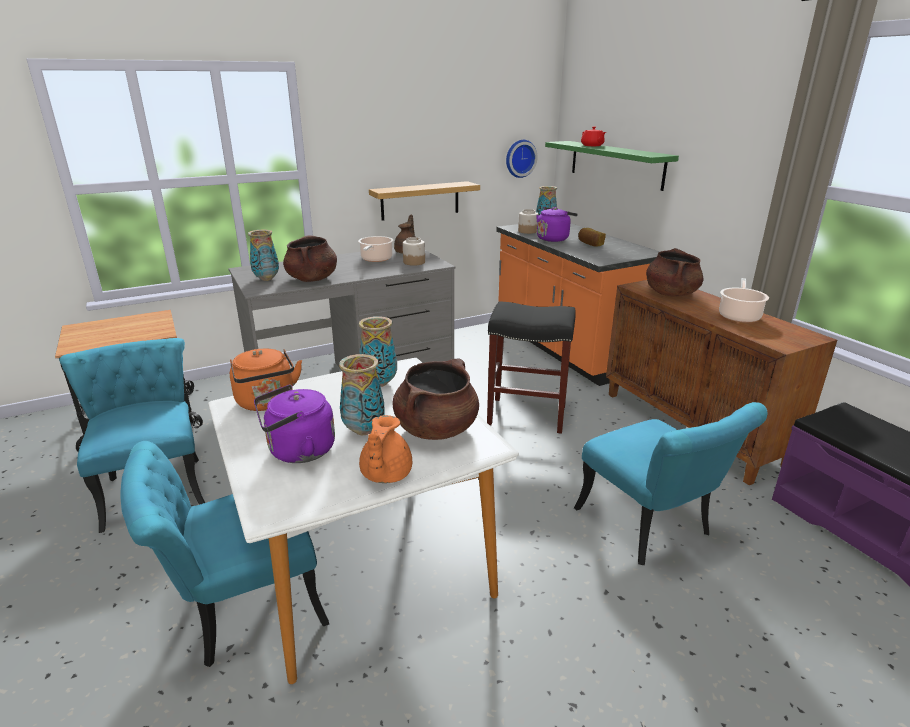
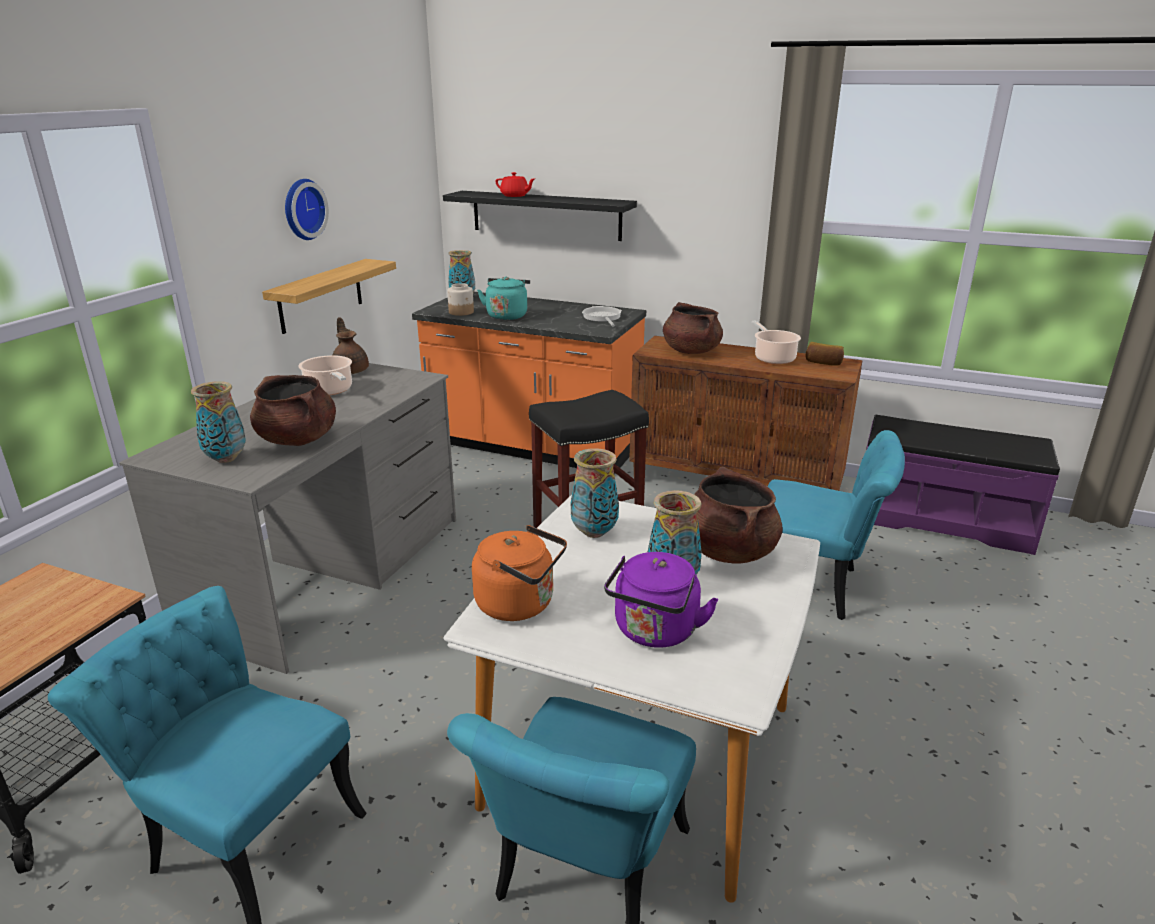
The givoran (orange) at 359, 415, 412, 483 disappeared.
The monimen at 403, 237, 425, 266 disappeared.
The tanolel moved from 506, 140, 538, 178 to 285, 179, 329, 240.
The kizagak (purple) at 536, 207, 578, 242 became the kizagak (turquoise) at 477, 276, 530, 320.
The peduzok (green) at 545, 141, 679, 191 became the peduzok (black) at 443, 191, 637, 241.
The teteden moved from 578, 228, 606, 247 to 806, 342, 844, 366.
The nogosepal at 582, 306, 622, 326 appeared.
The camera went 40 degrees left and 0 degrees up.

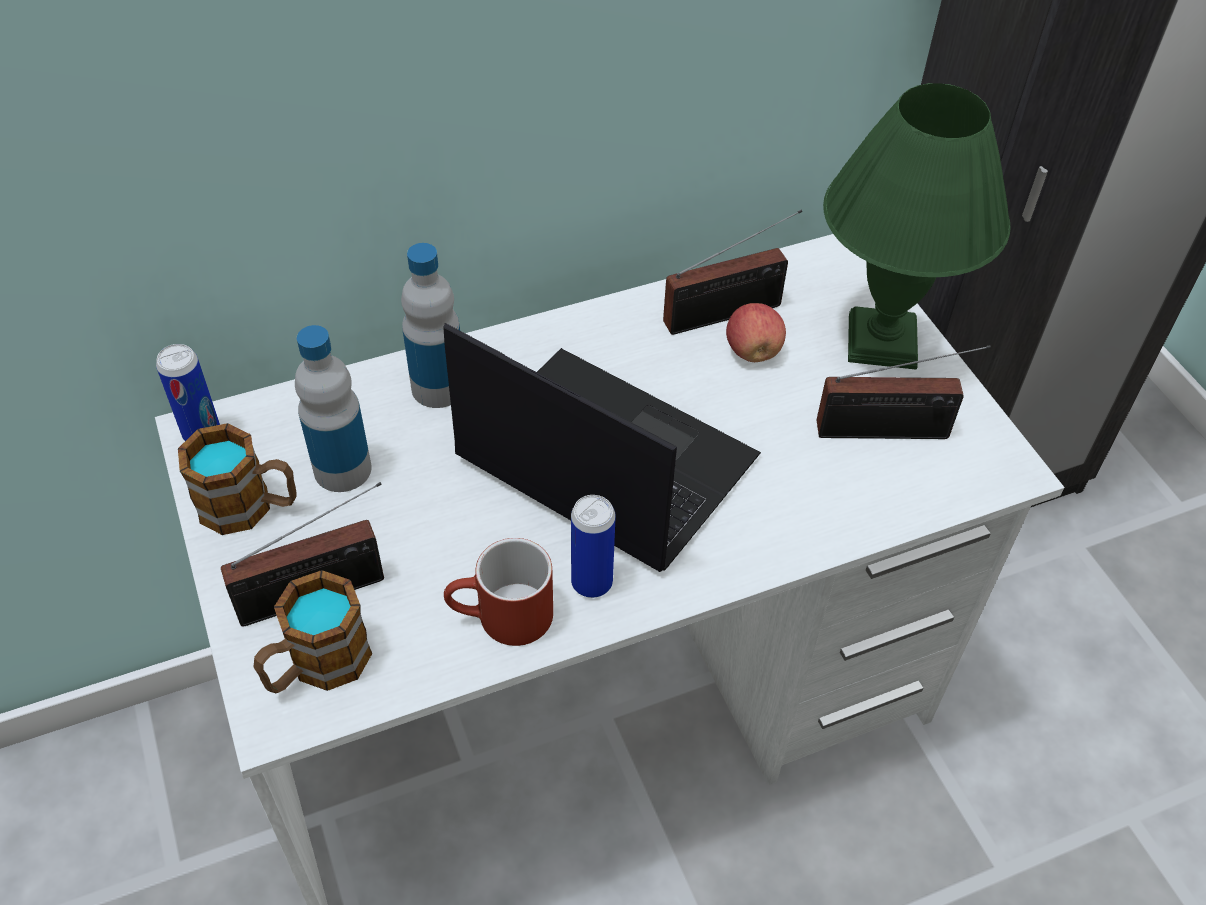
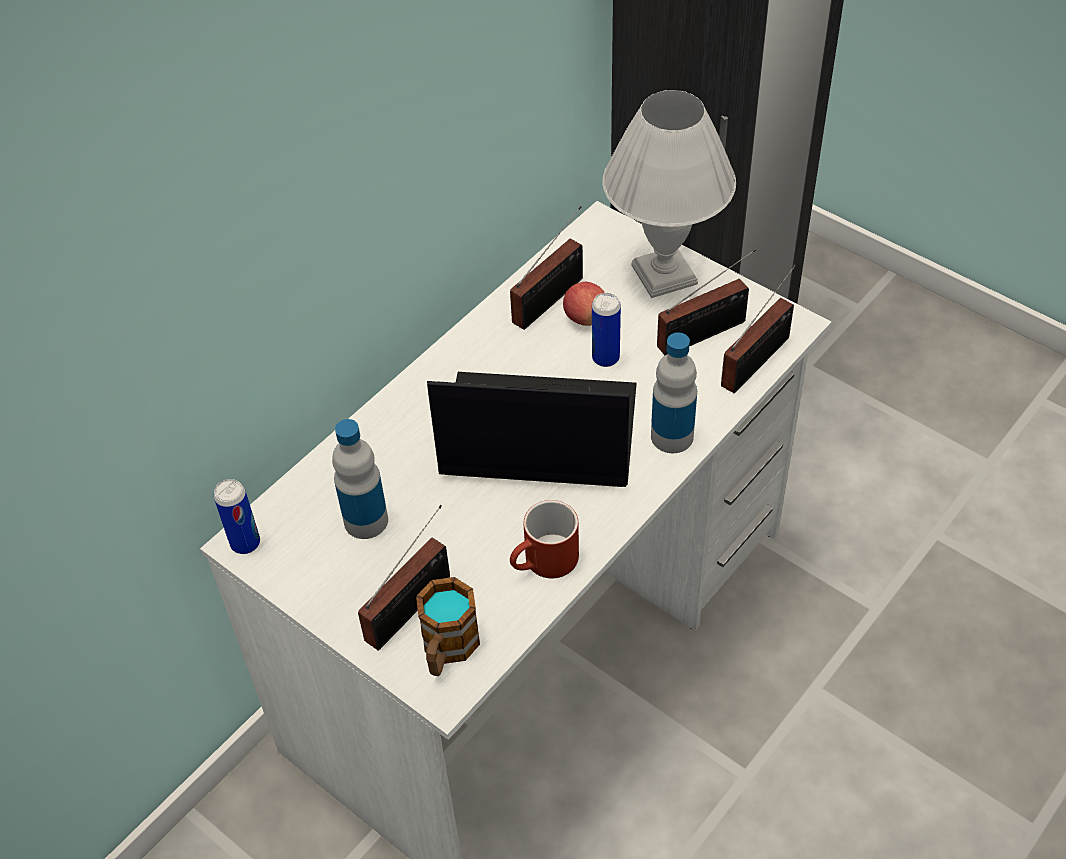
The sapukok at 178, 423, 297, 535 disappeared.
The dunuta moved from 401, 243, 460, 408 to 651, 332, 697, 453.
The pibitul moved from 571, 495, 616, 598 to 592, 293, 621, 367.
The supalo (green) at 823, 83, 1011, 370 became the supalo (white) at 602, 90, 736, 298.
The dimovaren at 721, 265, 796, 393 appeared.
The camera went 25 degrees left and 0 degrees up.

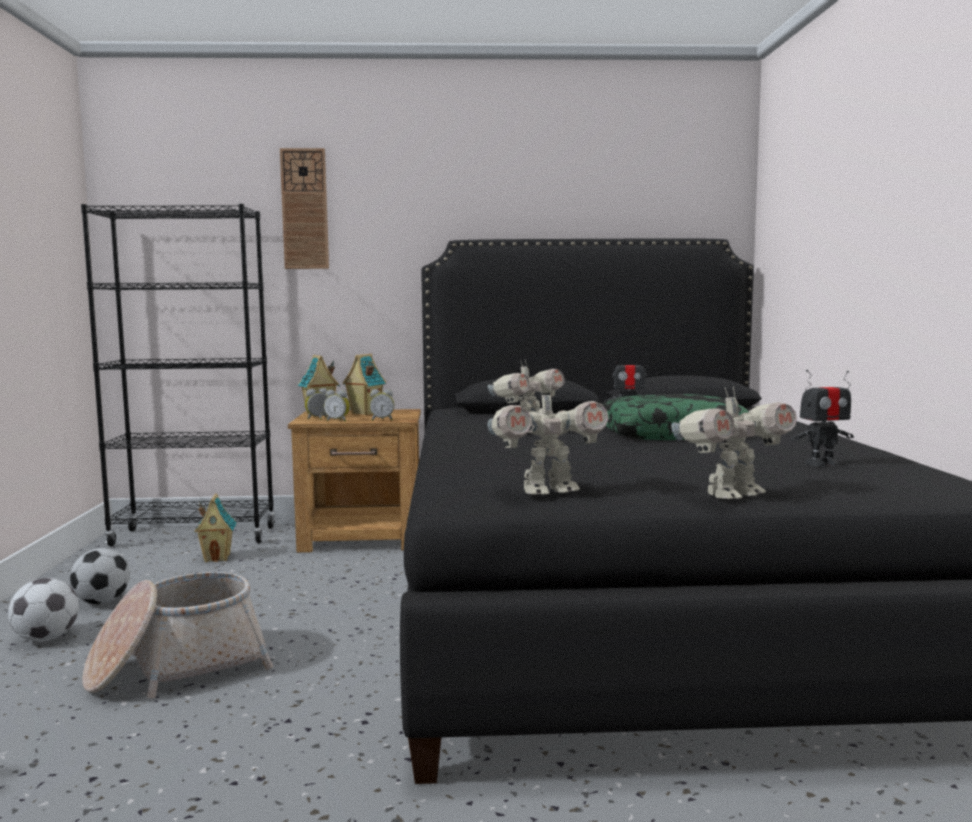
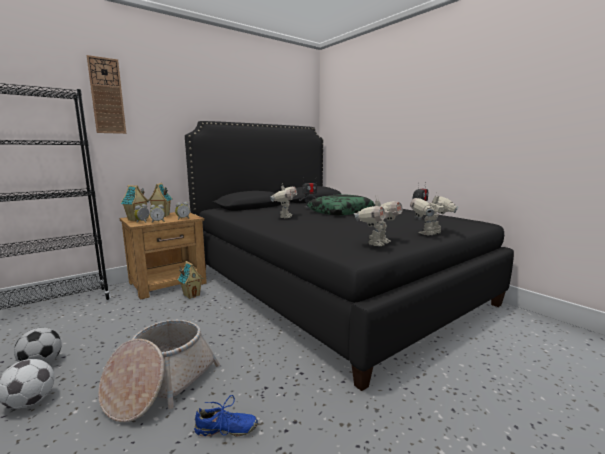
The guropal moved from 194, 493, 237, 562 to 178, 261, 204, 299.
The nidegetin at 671, 386, 797, 499 turned 150 degrees counterclockwise.
The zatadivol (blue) at 194, 395, 258, 437 appeared.
The camera went 35 degrees left and 5 degrees up.

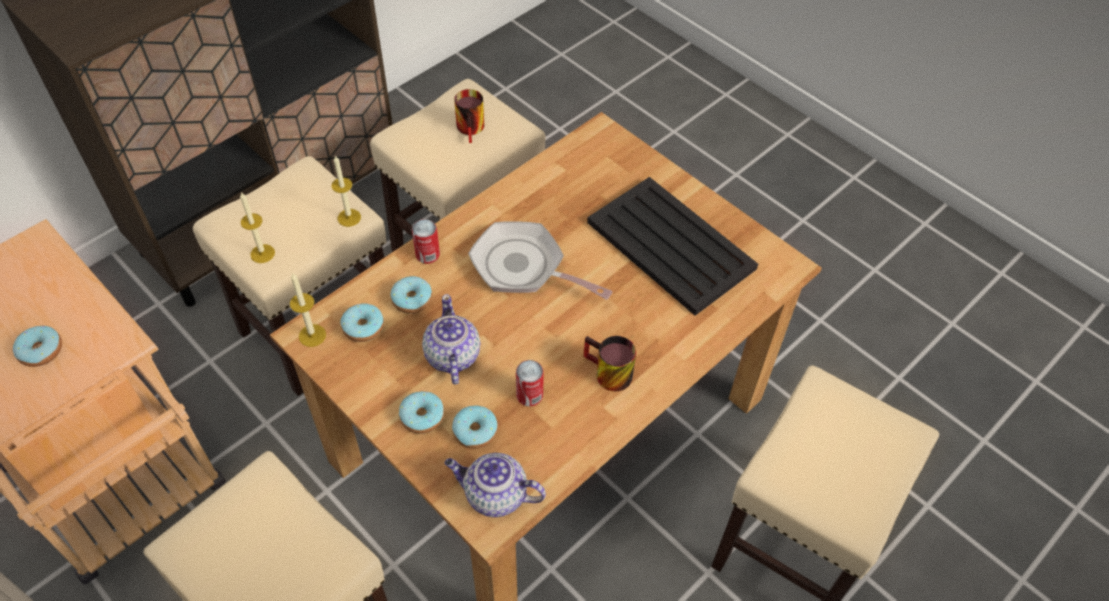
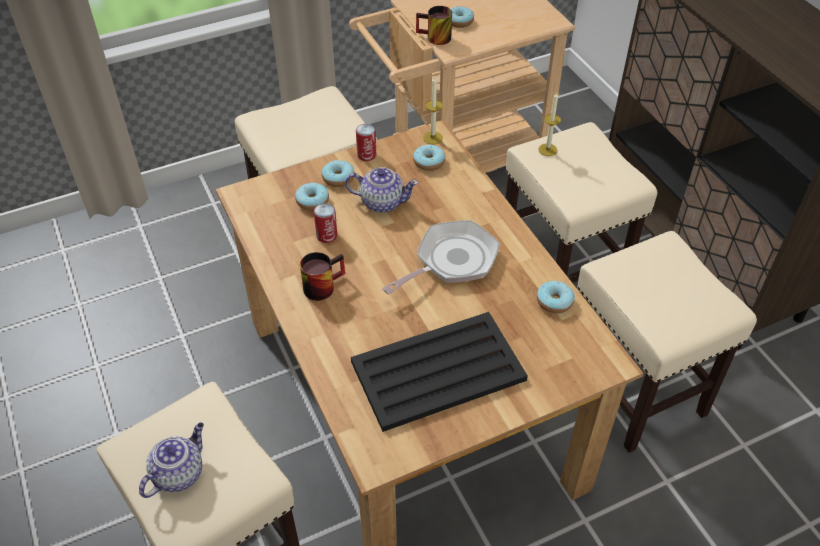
The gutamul at 332, 156, 361, 227 disappeared.
The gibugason moved from 390, 276, 432, 314 to 537, 281, 575, 313.
The pibitul moved from 412, 219, 440, 264 to 356, 124, 376, 161.
The givoran moved from 445, 453, 546, 517 to 139, 422, 204, 498.
The sapukok moved from 454, 89, 484, 143 to 416, 6, 452, 45.
The camera went 110 degrees right and 5 degrees down.

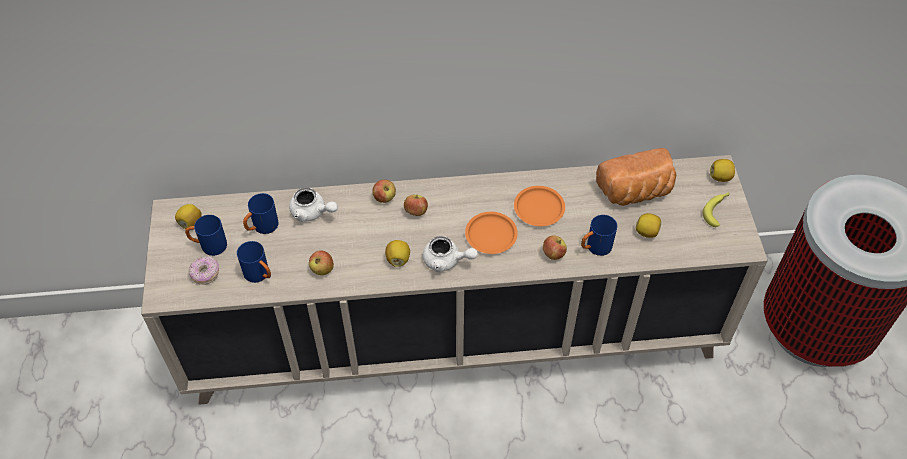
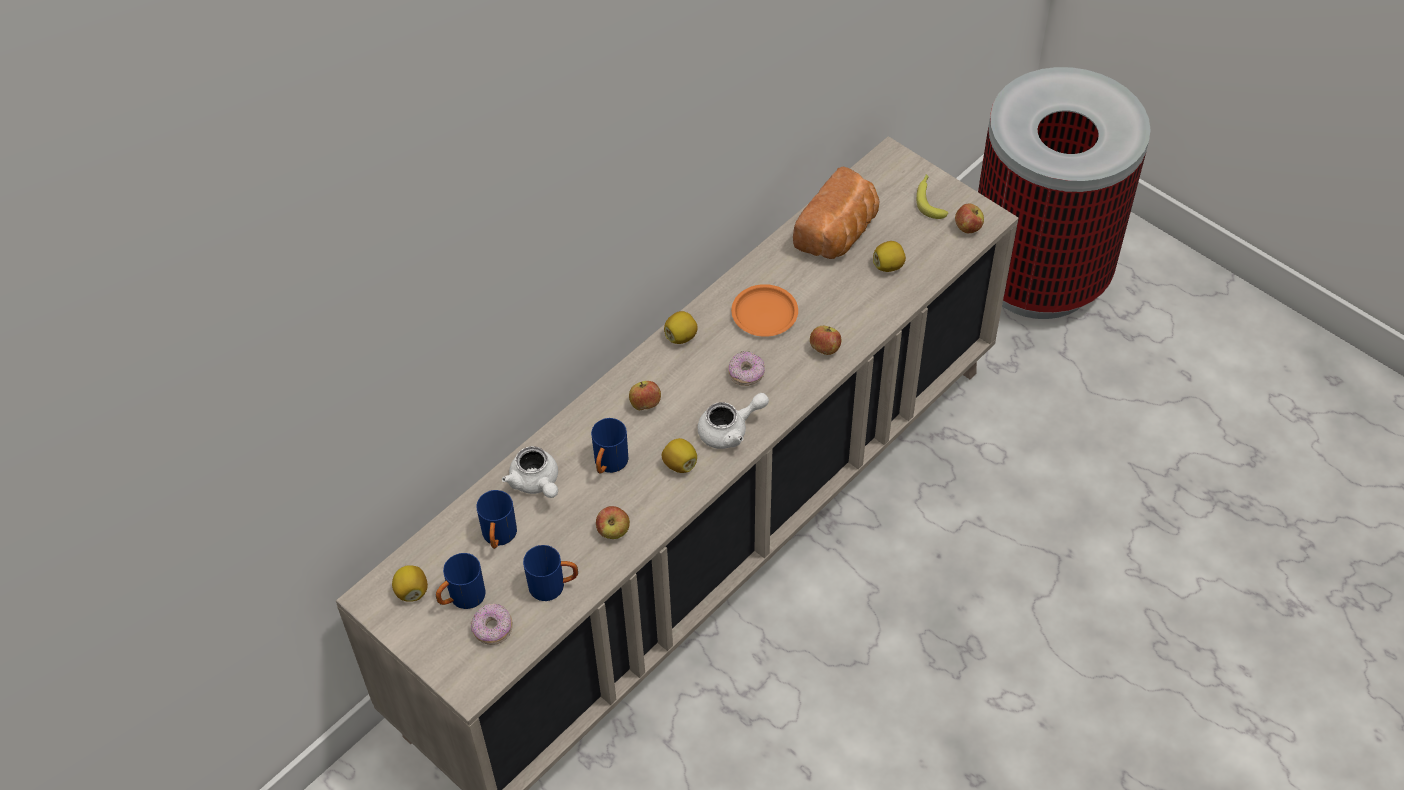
The givoran (white) at 289, 187, 338, 222 turned 75 degrees clockwise.
The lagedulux moved from 372, 180, 396, 203 to 955, 203, 984, 233.
The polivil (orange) at 465, 212, 518, 254 was replaced by the gibugason at 728, 351, 765, 386.
The sapukok (blue) moved from 581, 215, 617, 256 to 591, 418, 629, 474.
The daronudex moved from 710, 159, 735, 182 to 664, 311, 698, 344.
The camera went 40 degrees left and 0 degrees up.

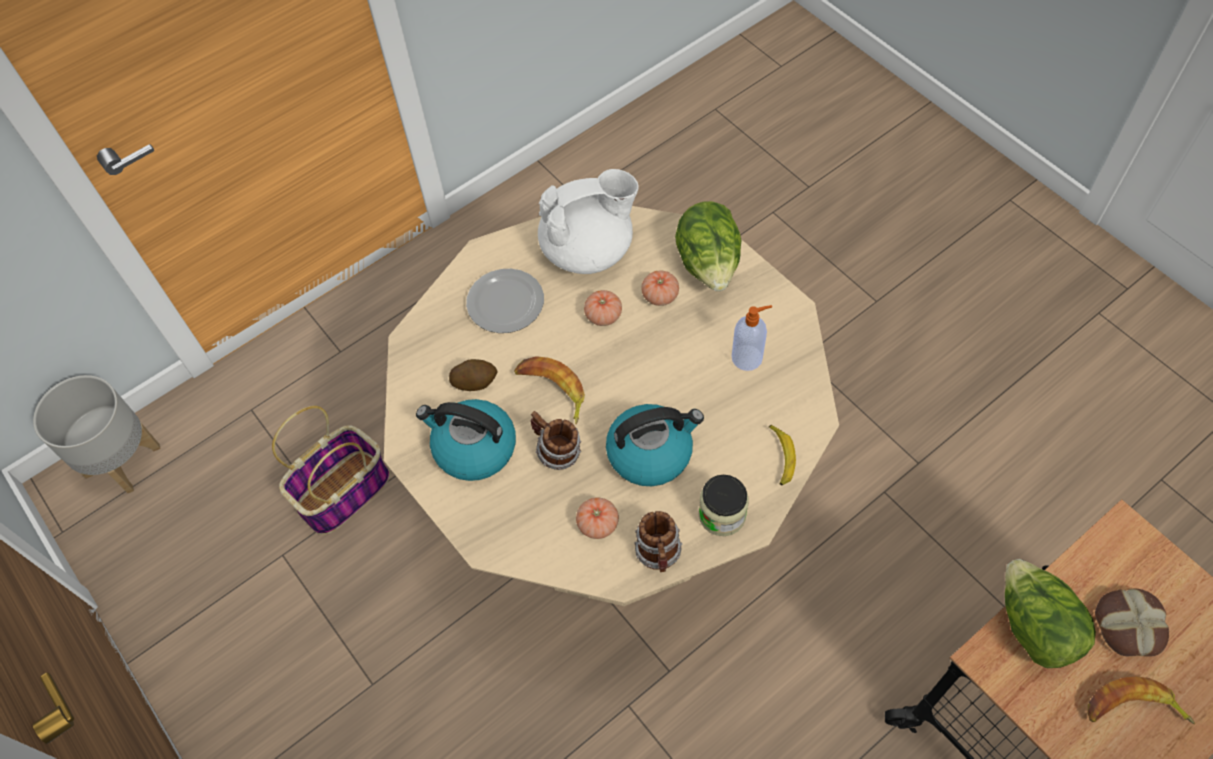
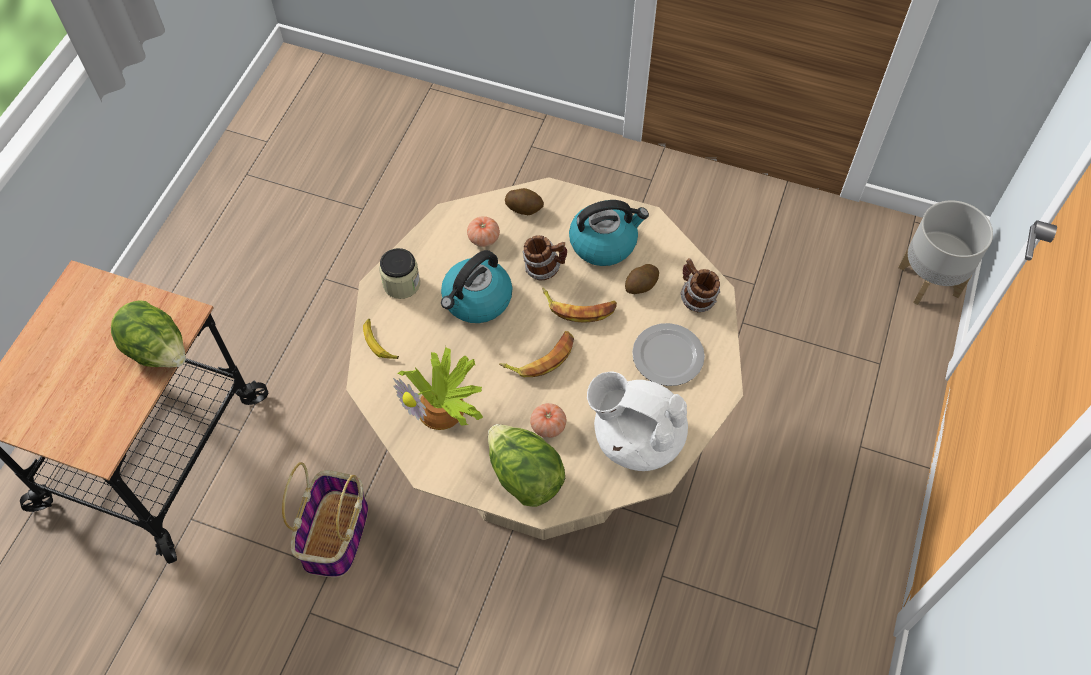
The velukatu moved from 272, 406, 390, 535 to 282, 462, 368, 578.
The givoran (white) at 538, 169, 639, 274 turned 75 degrees clockwise.
The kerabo at 584, 290, 622, 326 disappeared.
The sapukok moved from 634, 511, 682, 572 to 680, 258, 720, 312.
The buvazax at 732, 305, 772, 371 was replaced by the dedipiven at 393, 346, 483, 430.
The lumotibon moved from 1088, 676, 1195, 724 to 499, 331, 574, 377.
The teteden at 1095, 588, 1169, 657 disappeared.
The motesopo at 505, 188, 544, 215 appeared.
The camera went 145 degrees right and 0 degrees up.

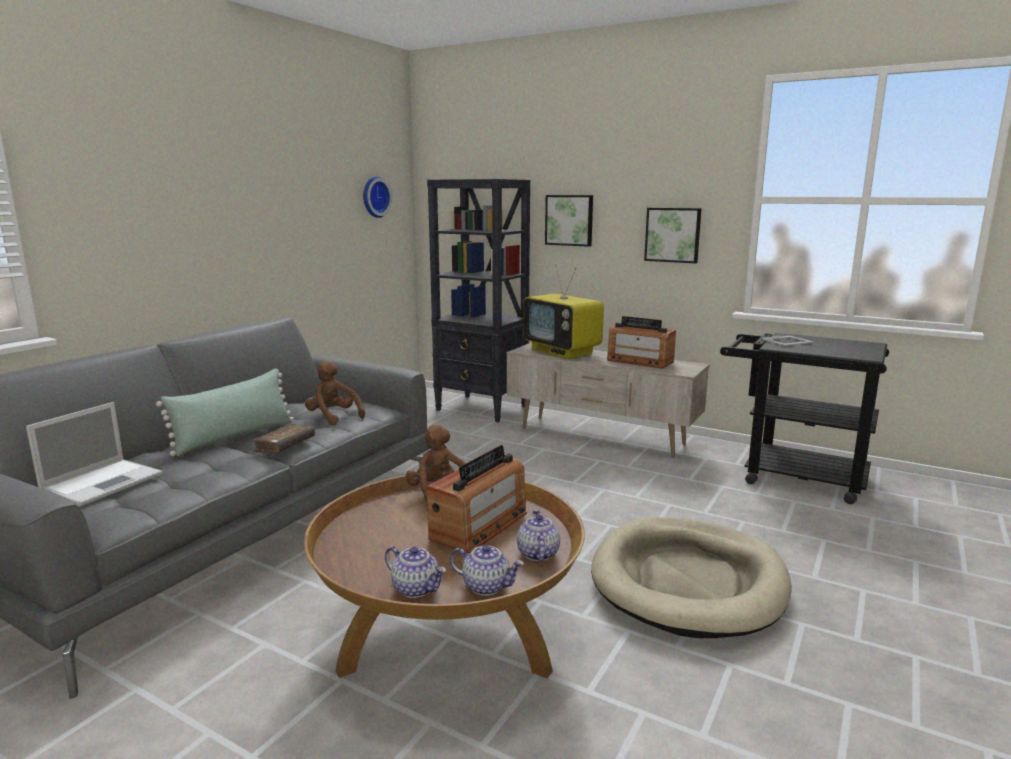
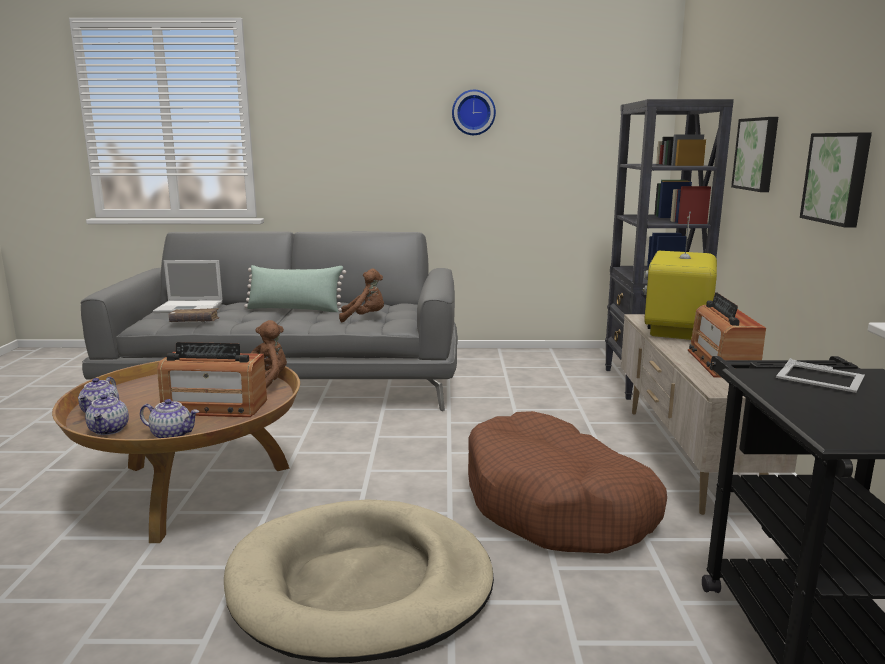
The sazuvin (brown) moved from 251, 423, 315, 453 to 169, 308, 220, 322.
The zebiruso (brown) at 305, 361, 365, 425 turned 75 degrees clockwise.
The tanolel moved from 363, 176, 392, 218 to 452, 90, 496, 135.
The givoran at 517, 510, 560, 561 turned 45 degrees clockwise.
The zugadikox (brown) at 468, 411, 667, 554 appeared.
The camera went 60 degrees right and 0 degrees up.

